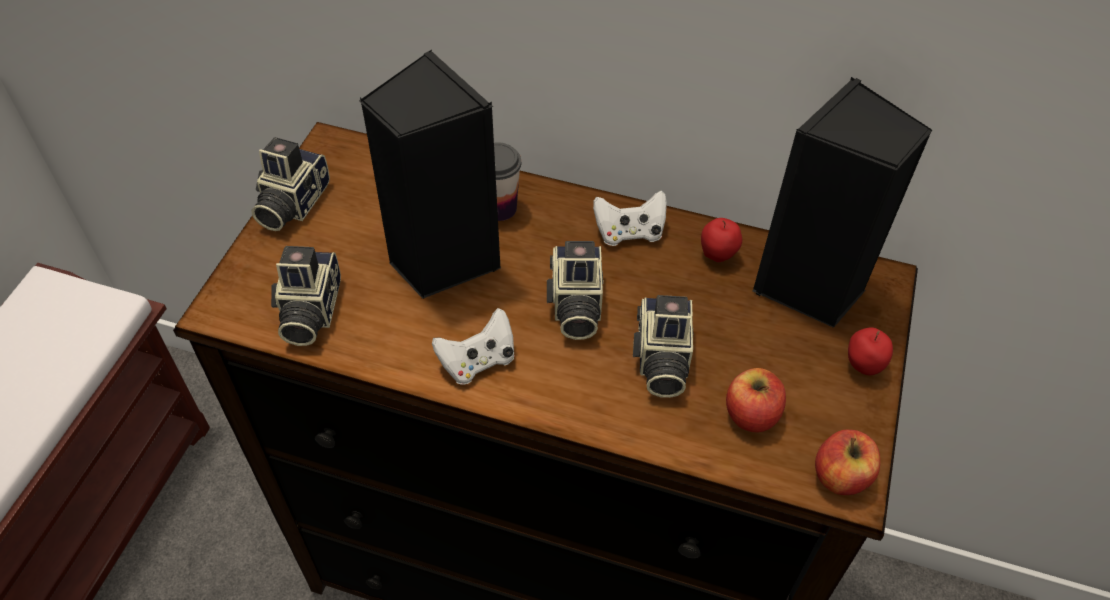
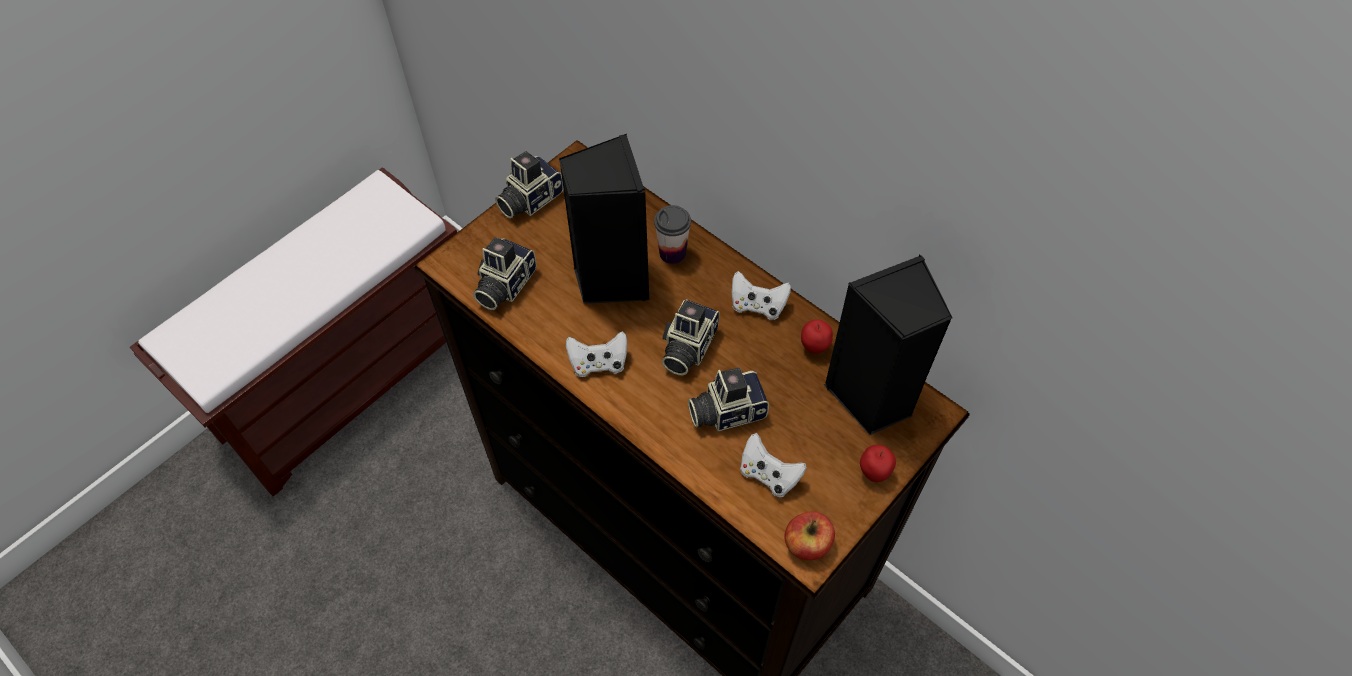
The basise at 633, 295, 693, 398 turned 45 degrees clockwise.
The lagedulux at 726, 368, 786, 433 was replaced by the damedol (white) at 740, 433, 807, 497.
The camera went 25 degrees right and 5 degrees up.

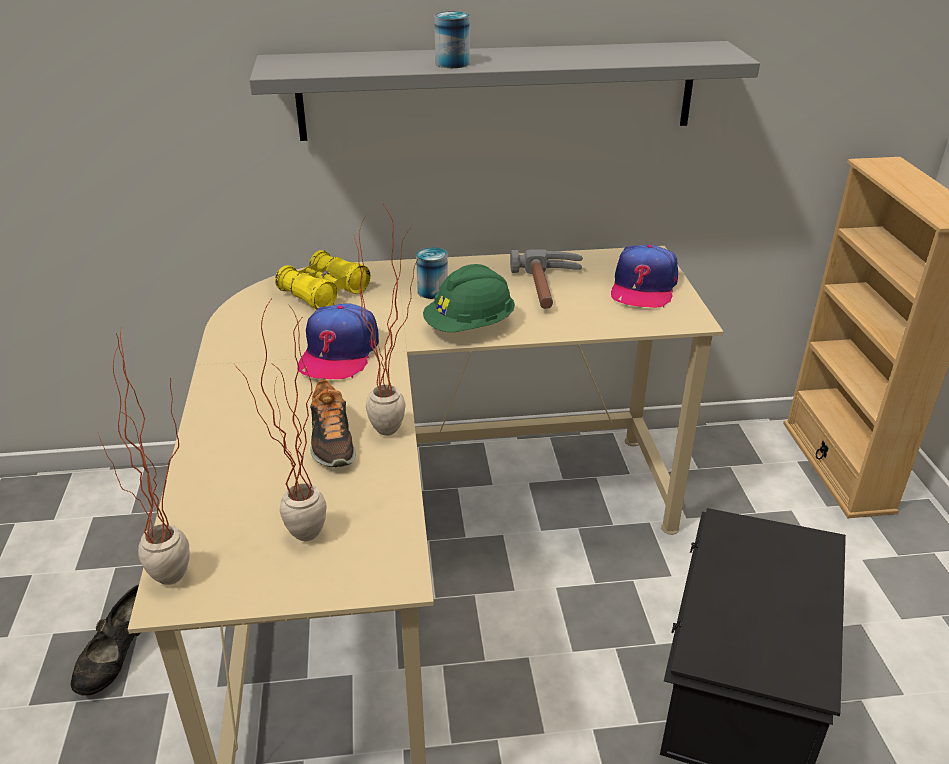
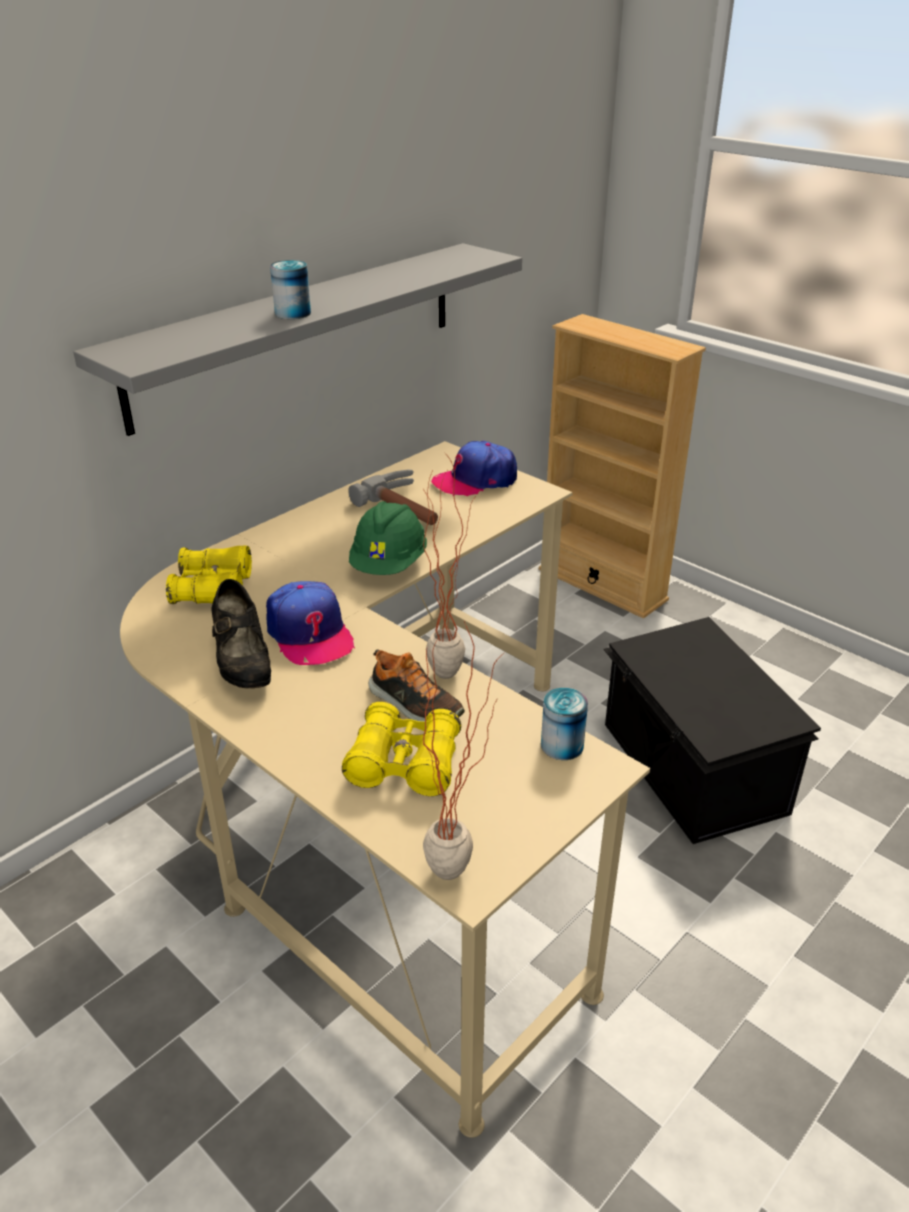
The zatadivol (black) moved from 70, 585, 141, 696 to 211, 579, 271, 689.
The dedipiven at 234, 300, 327, 541 disappeared.
The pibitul moved from 416, 247, 448, 299 to 541, 688, 588, 760.
The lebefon at 611, 245, 678, 308 turned 90 degrees clockwise.
The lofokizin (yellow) at 342, 702, 461, 796 appeared.
The camera went 40 degrees left and 0 degrees up.

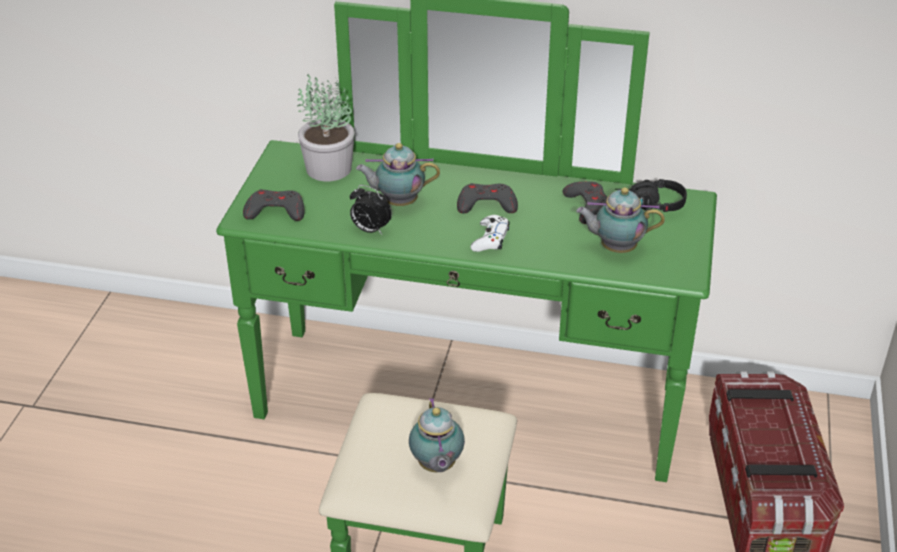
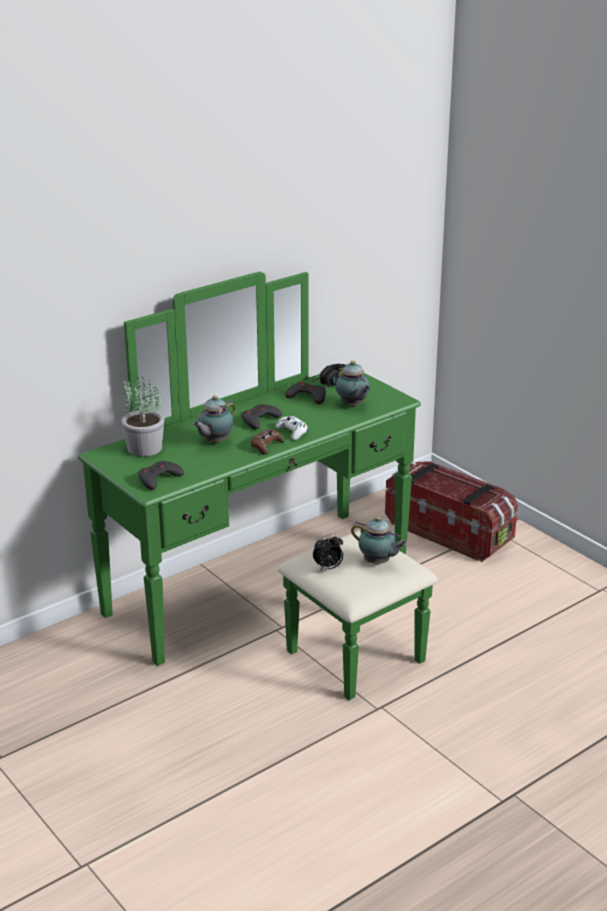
The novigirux moved from 350, 185, 392, 235 to 313, 534, 343, 571.
The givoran at 576, 188, 665, 253 turned 75 degrees counterclockwise.
The damedol (brown) at 251, 429, 284, 455 appeared.
The camera went 50 degrees left and 10 degrees down.

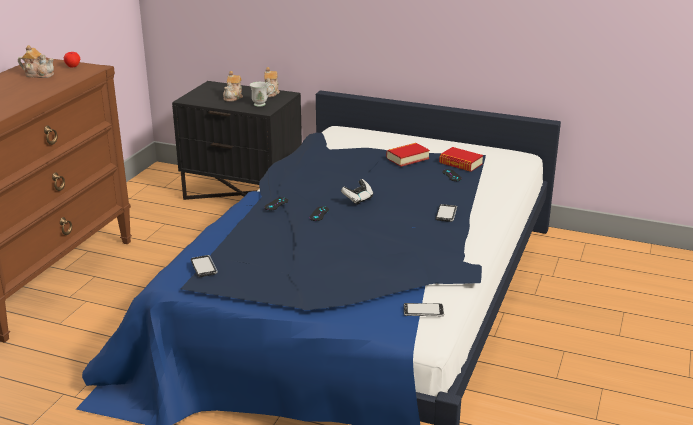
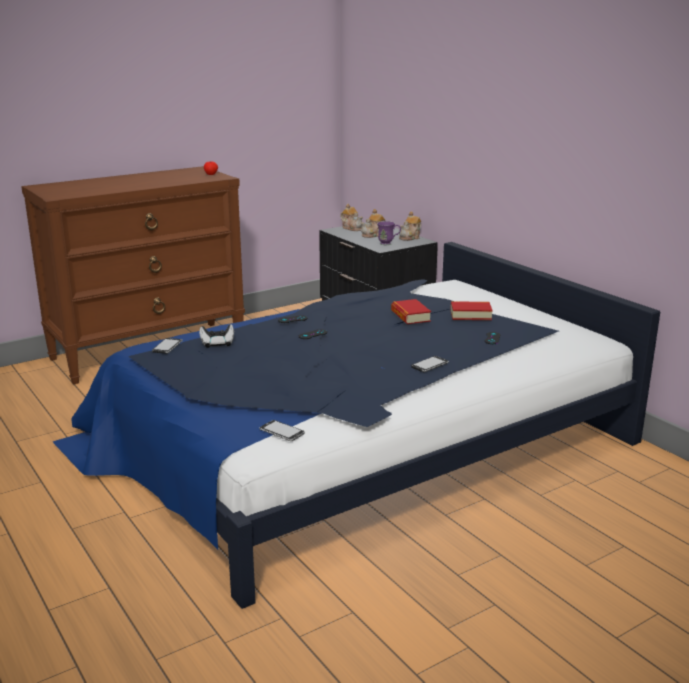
The givoran moved from 18, 45, 54, 78 to 340, 204, 363, 231.
The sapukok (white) at 250, 82, 275, 107 became the sapukok (purple) at 377, 221, 401, 245.
The damedol moved from 341, 179, 373, 205 to 199, 324, 234, 348.
The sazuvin moved from 439, 147, 483, 172 to 391, 299, 431, 324.
The camera went 35 degrees right and 5 degrees down.

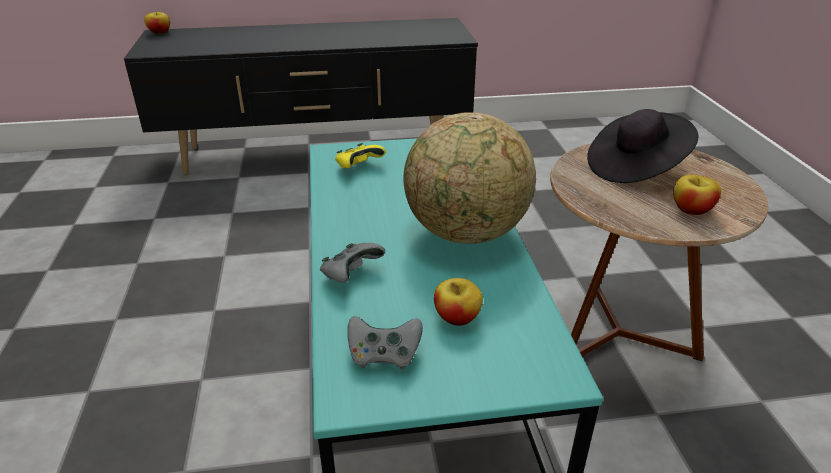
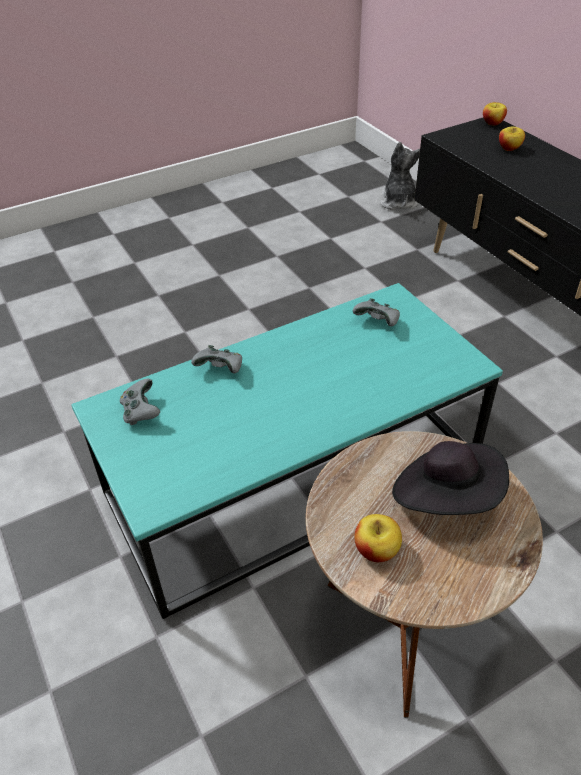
The damedol (yellow) at 335, 143, 386, 168 became the damedol (grey) at 353, 298, 400, 327.
The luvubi at 403, 112, 536, 244 disappeared.
The lagedulux moved from 434, 278, 483, 326 to 499, 126, 525, 151.
The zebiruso at 380, 142, 420, 210 appeared.
The camera went 70 degrees right and 10 degrees up.

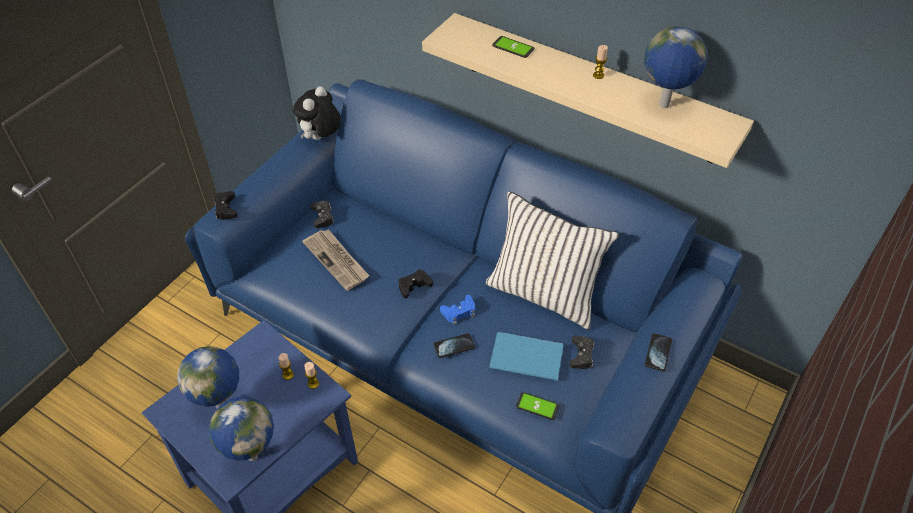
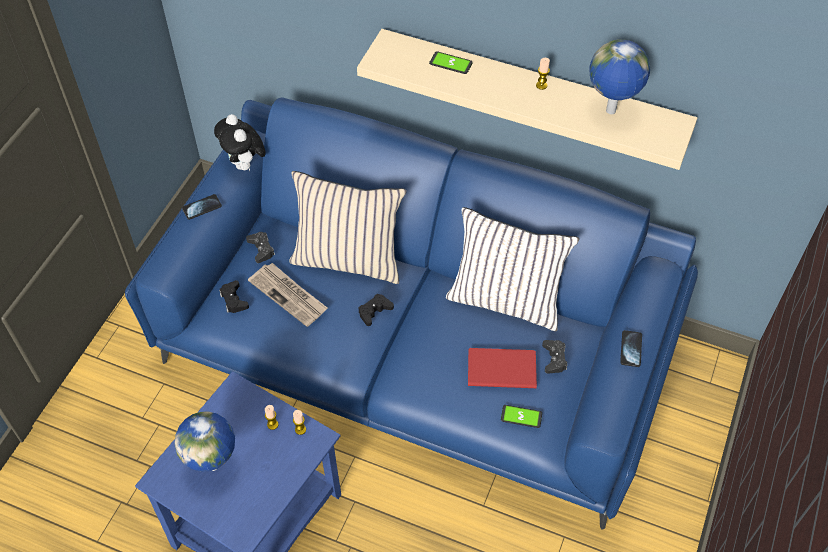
The luvubi at 209, 397, 274, 461 disappeared.
The damedol (black) moved from 213, 191, 238, 220 to 219, 280, 249, 313.
The zebiruso at 293, 86, 341, 140 turned 45 degrees counterclockwise.
The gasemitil moved from 433, 333, 475, 358 to 182, 194, 222, 220.
The damedol (blue) at 440, 295, 475, 325 disappeared.
The sazuvin (blue) at 489, 332, 563, 381 became the sazuvin (red) at 468, 348, 537, 388.
The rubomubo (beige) at 289, 171, 406, 284 appeared.
The camera went 10 degrees left and 5 degrees up.

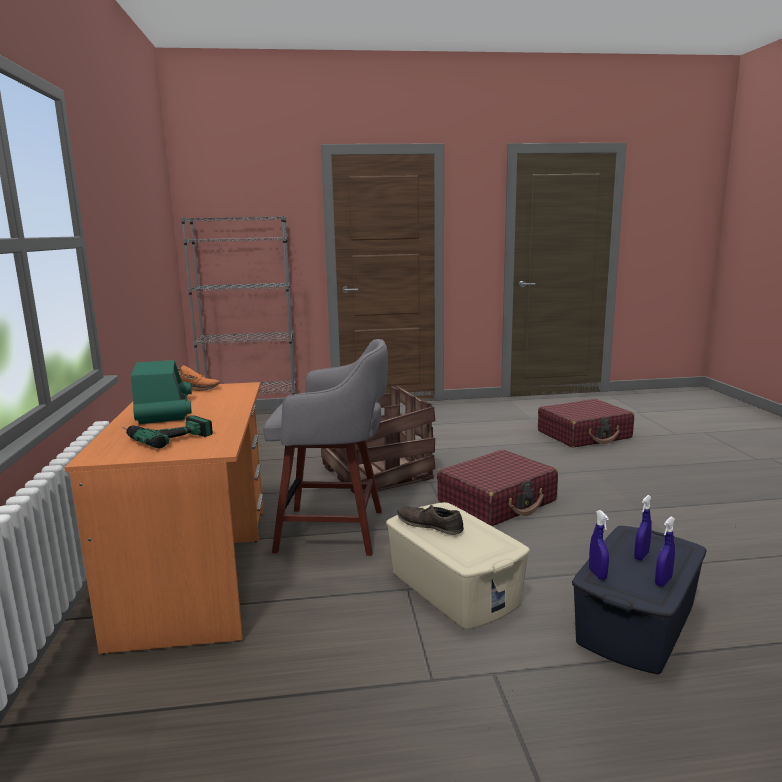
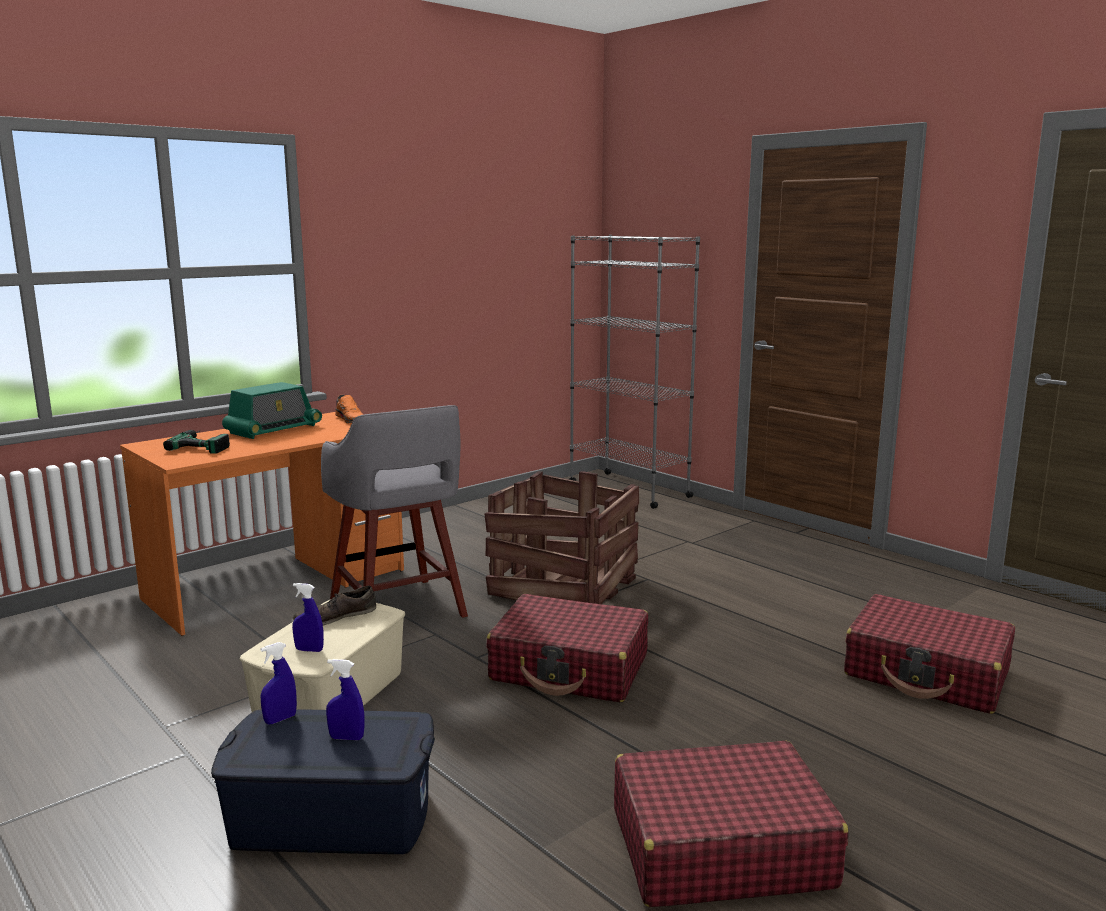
The zatadivol (brown) at 397, 504, 464, 535 turned 120 degrees counterclockwise.
The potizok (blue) moved from 655, 517, 675, 587 to 292, 583, 324, 652.
The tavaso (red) at 614, 741, 849, 907 appeared.
The camera went 55 degrees right and 0 degrees up.

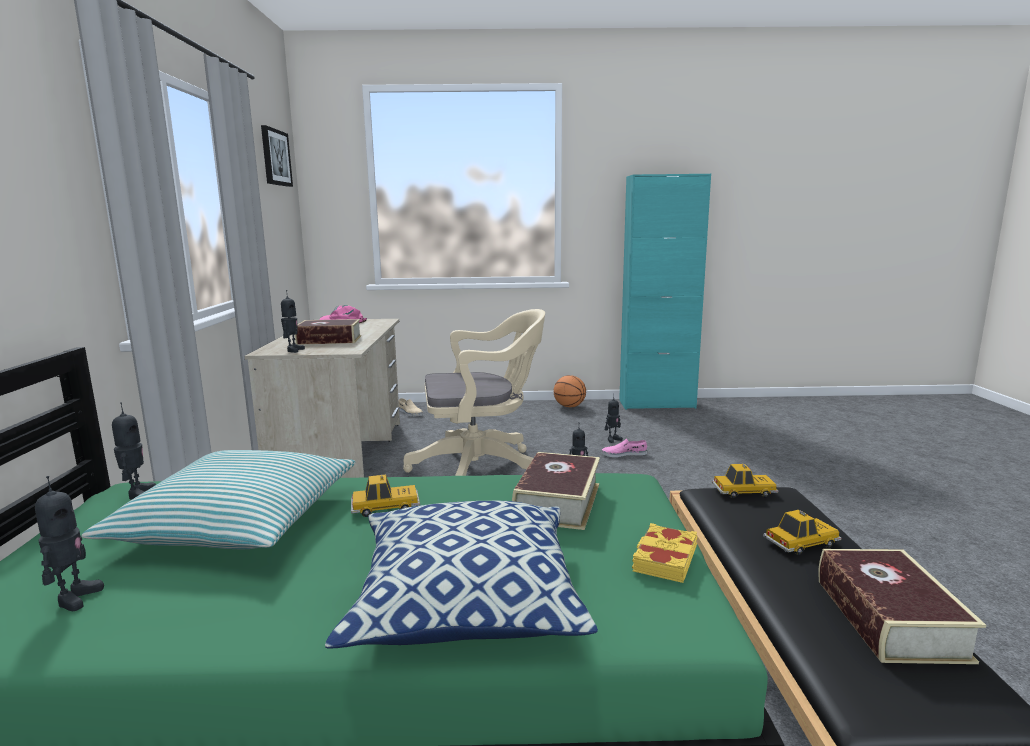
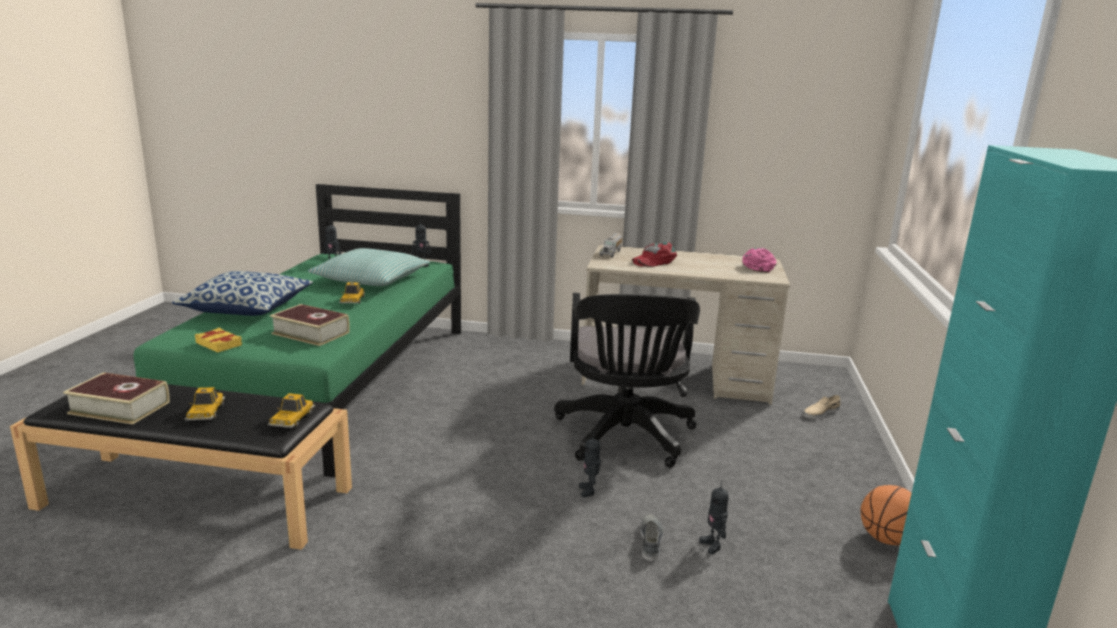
The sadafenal at 261, 125, 293, 187 disappeared.
The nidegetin at 281, 290, 305, 353 was replaced by the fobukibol at 600, 233, 622, 258.
The sazuvin at 295, 319, 361, 345 was replaced by the lebefon (red) at 632, 242, 677, 267.
The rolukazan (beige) at 403, 309, 545, 476 became the rolukazan (black) at 554, 293, 700, 468.
The zatadivol (pink) at 602, 438, 647, 457 became the zatadivol (grey) at 641, 514, 664, 561.
The camera went 100 degrees right and 5 degrees up.

